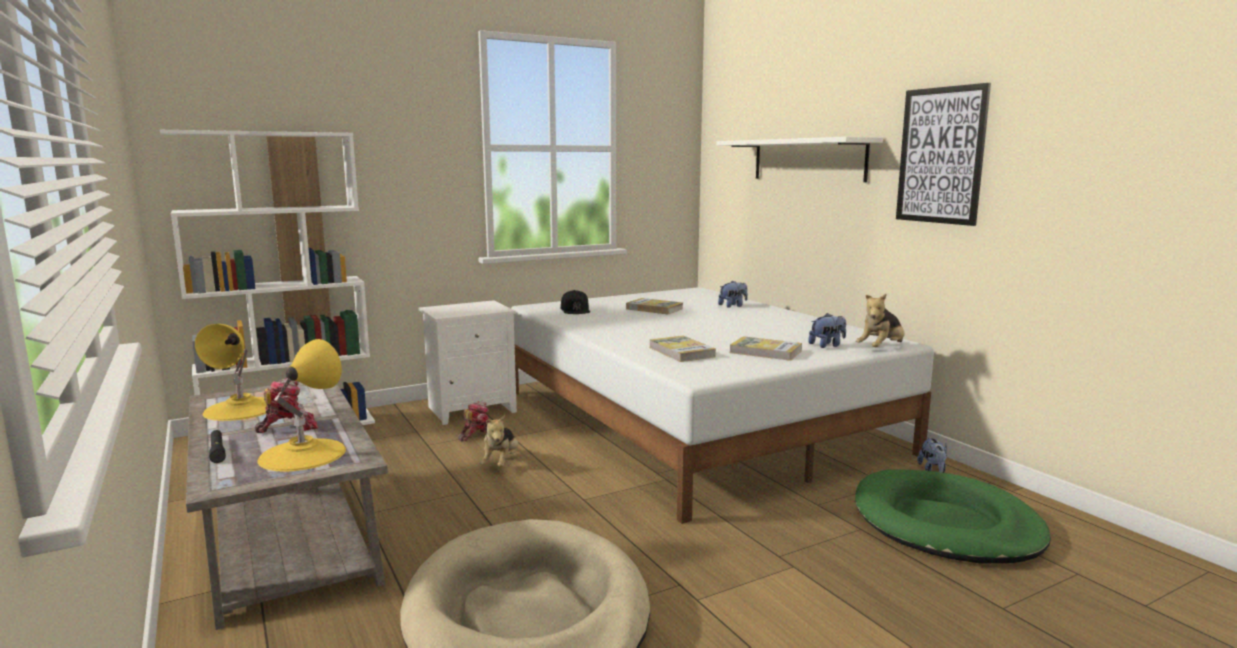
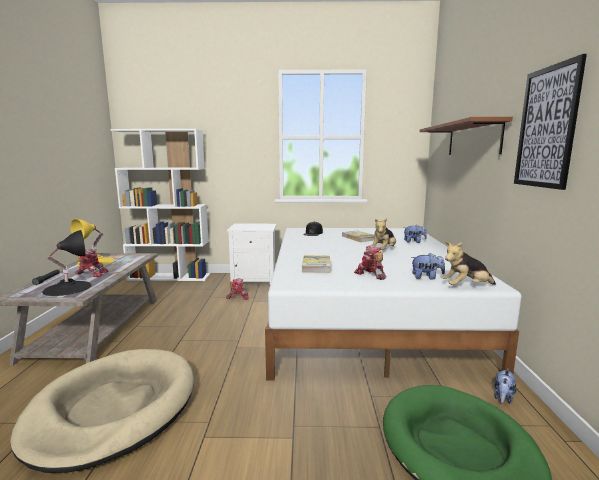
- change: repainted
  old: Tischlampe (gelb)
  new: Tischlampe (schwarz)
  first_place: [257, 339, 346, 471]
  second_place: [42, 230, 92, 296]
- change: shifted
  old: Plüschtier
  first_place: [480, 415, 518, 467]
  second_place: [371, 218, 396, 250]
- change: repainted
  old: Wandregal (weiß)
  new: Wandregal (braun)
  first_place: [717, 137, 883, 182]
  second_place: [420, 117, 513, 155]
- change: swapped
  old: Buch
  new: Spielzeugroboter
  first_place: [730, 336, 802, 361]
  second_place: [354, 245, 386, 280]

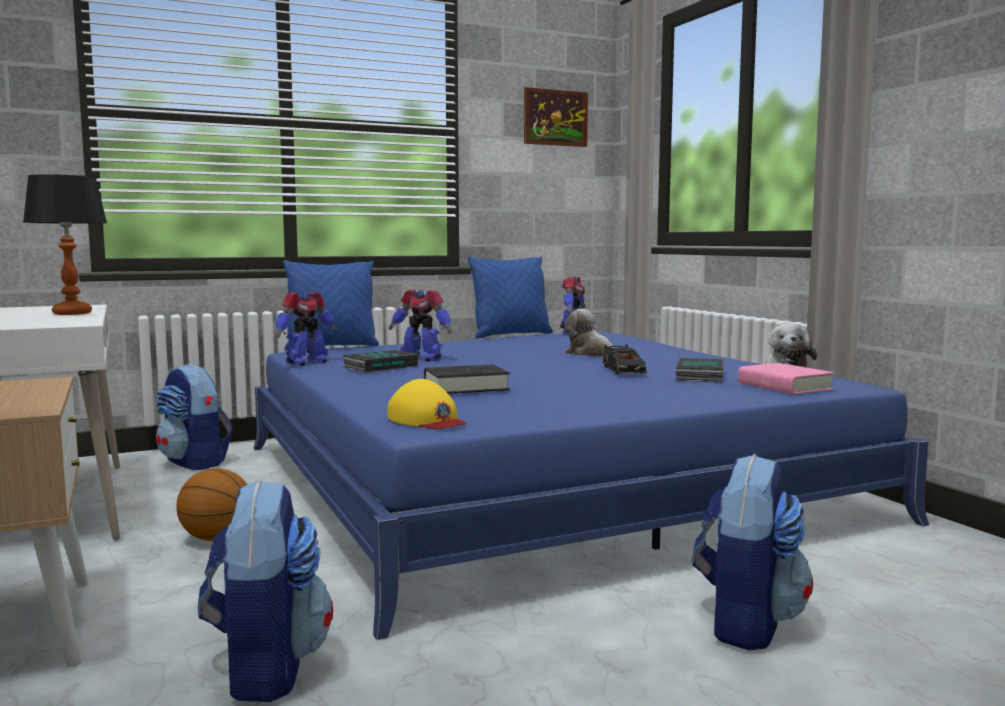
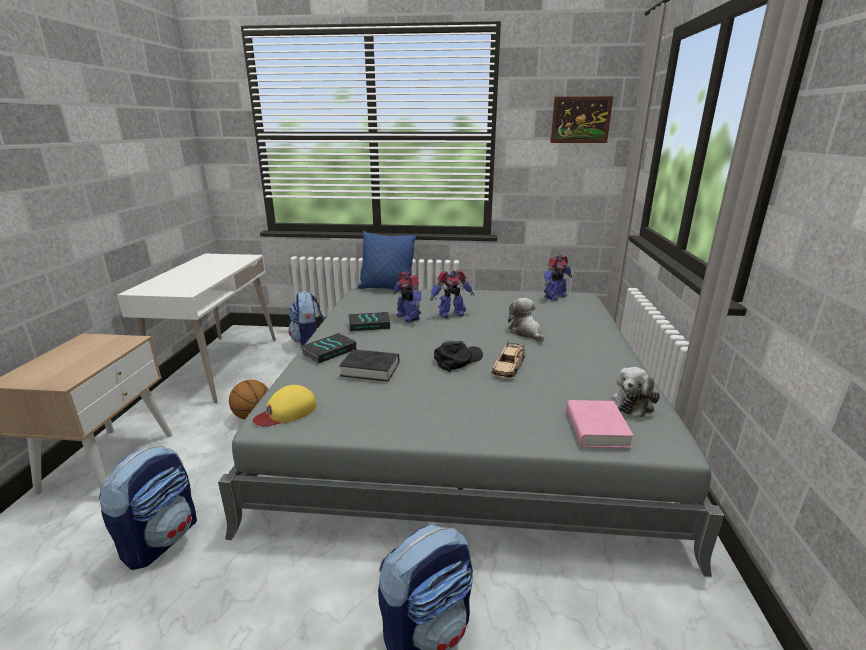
- change: gone
  old: Tischlampe
  first_place: [23, 174, 107, 315]
- change: repainted
  old: Bett (blau)
  new: Bett (grau)
  first_place: [254, 332, 929, 640]
  second_place: [218, 288, 724, 577]
- change: shifted
  old: Spielzeugroboter
  first_place: [275, 291, 338, 366]
  second_place: [430, 270, 474, 318]
- change: rotated
  old: Kappe (gelb)
  first_place: [388, 379, 467, 429]
  second_place: [253, 385, 317, 427]
  degrees: 60
- change: gone
  old: Kissen (blau)
  first_place: [467, 256, 553, 338]
- change: repainted
  old: Spielzeugauto (schwarz)
  new: Spielzeugauto (beige)
  first_place: [602, 344, 647, 374]
  second_place: [491, 340, 525, 379]
- change: shifted
  old: Buch
  first_place: [675, 358, 724, 383]
  second_place: [301, 333, 356, 364]
- change: new
  new: Kappe (schwarz)
  second_place: [434, 340, 483, 372]

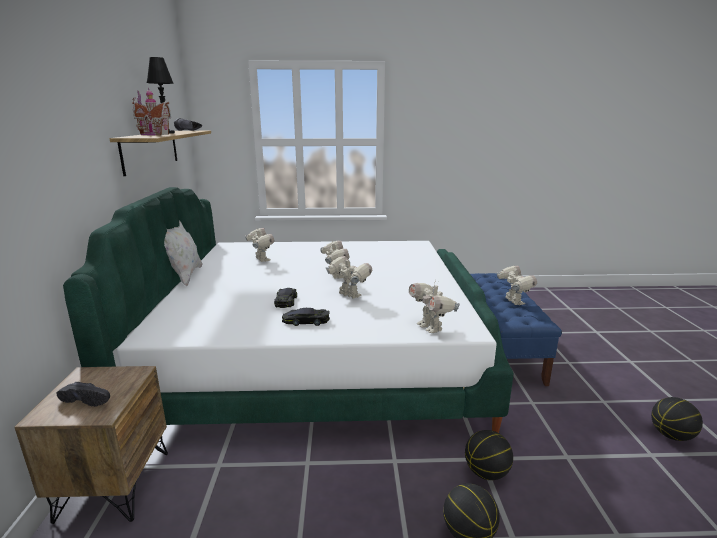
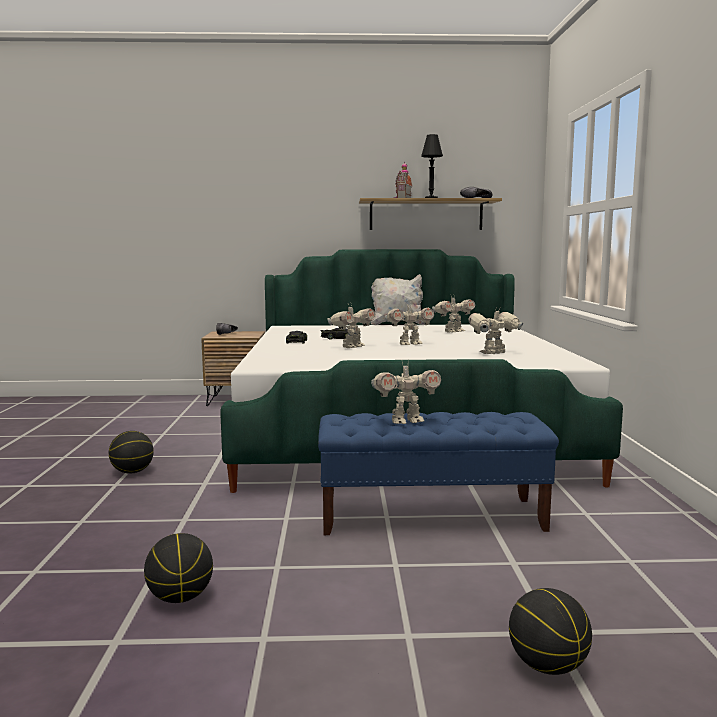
- change: shifted
  old: Spielzeugroboter
  first_place: [409, 280, 460, 333]
  second_place: [468, 306, 523, 354]
- change: shifted
  old: Basketball
  first_place: [465, 430, 513, 480]
  second_place: [509, 588, 592, 675]

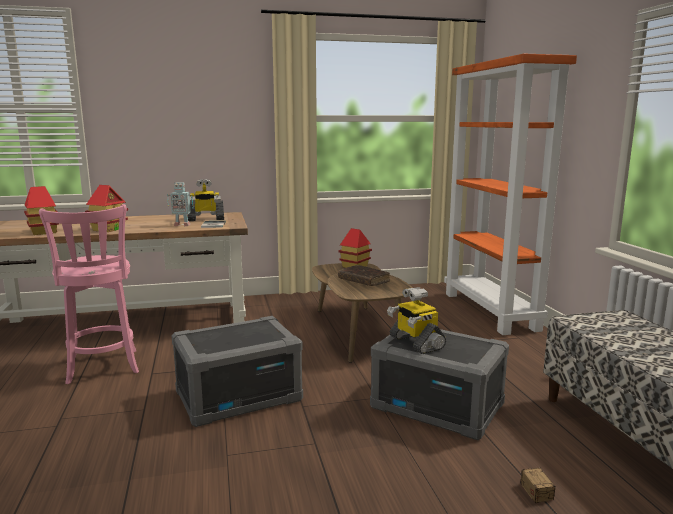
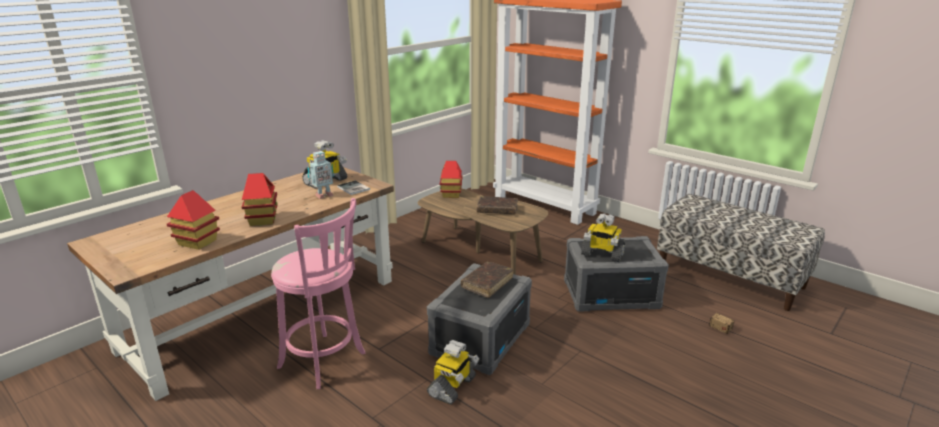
- change: new
  new: Spielzeugroboter
  second_place: [427, 340, 479, 405]
- change: new
  new: Buch (braun)
  second_place: [461, 262, 513, 298]

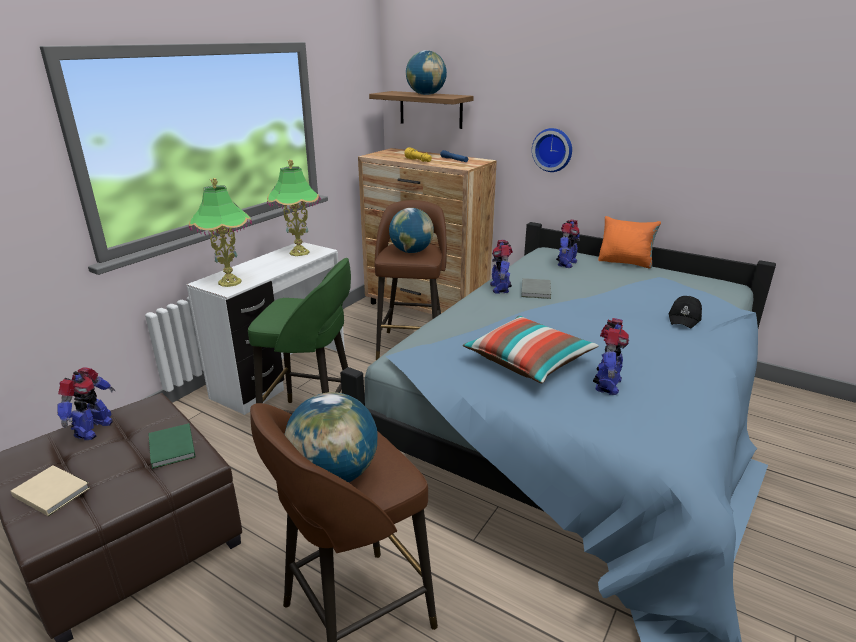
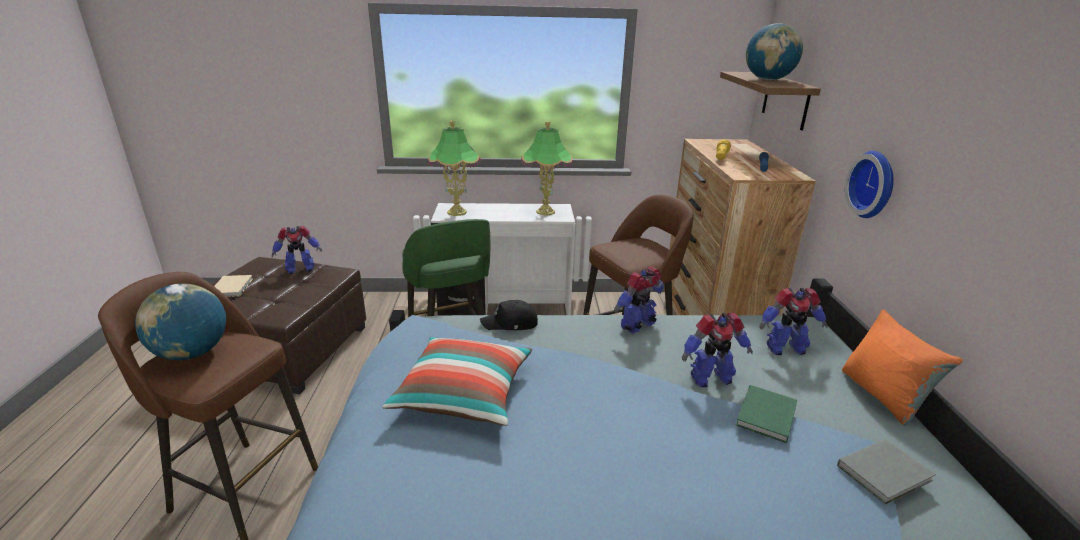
- change: shifted
  old: Buch (grün)
  first_place: [148, 423, 195, 469]
  second_place: [736, 385, 797, 443]
- change: gone
  old: Globus
  first_place: [389, 208, 434, 253]
- change: shifted
  old: Buch (grau)
  first_place: [521, 278, 551, 299]
  second_place: [837, 439, 936, 505]
- change: shifted
  old: Spielzeugroboter
  first_place: [593, 318, 629, 395]
  second_place: [682, 313, 753, 387]
- change: shifted
  old: Kappe (schwarz)
  first_place: [669, 296, 702, 329]
  second_place: [480, 300, 538, 330]

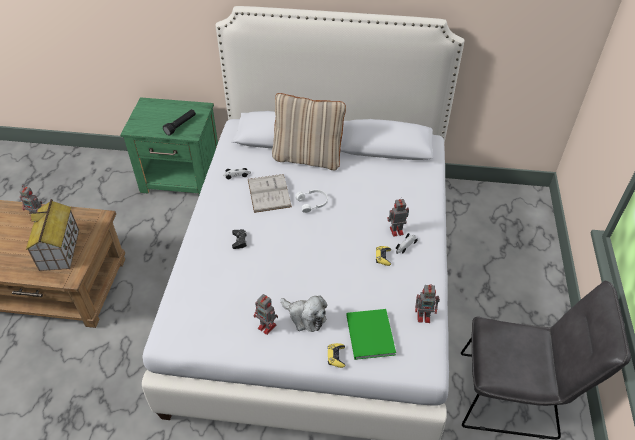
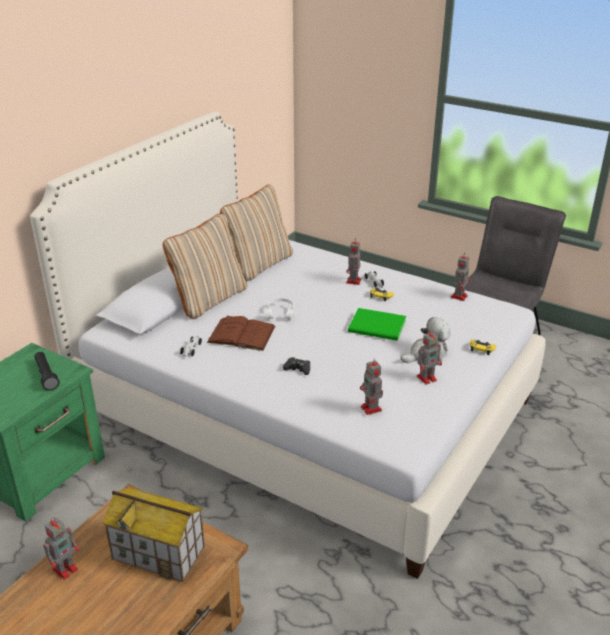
- change: repainted
  old: Buch (weiß)
  new: Buch (braun)
  first_place: [248, 174, 292, 213]
  second_place: [207, 316, 275, 351]
- change: shifted
  old: Buch (grün)
  first_place: [346, 309, 396, 360]
  second_place: [348, 308, 406, 341]
- change: new
  new: Kissen (beige)
  second_place: [220, 184, 293, 282]
- change: new
  new: Spielzeugroboter
  second_place: [360, 358, 383, 415]

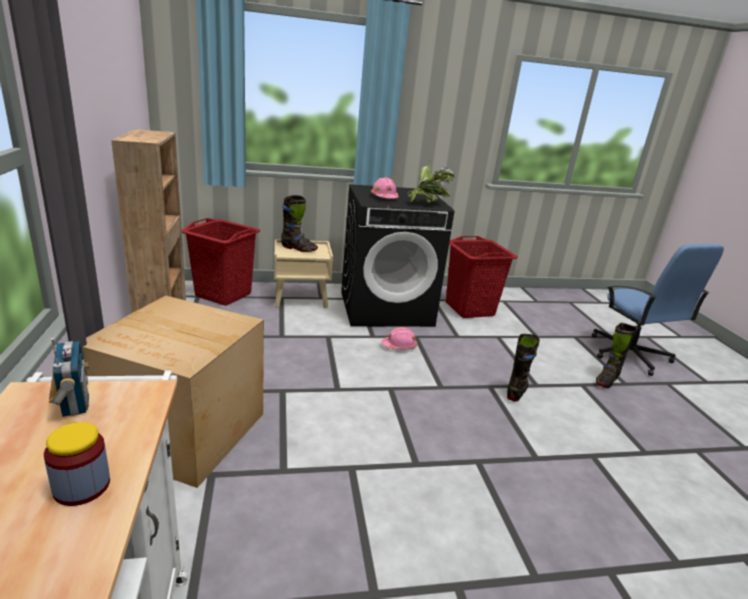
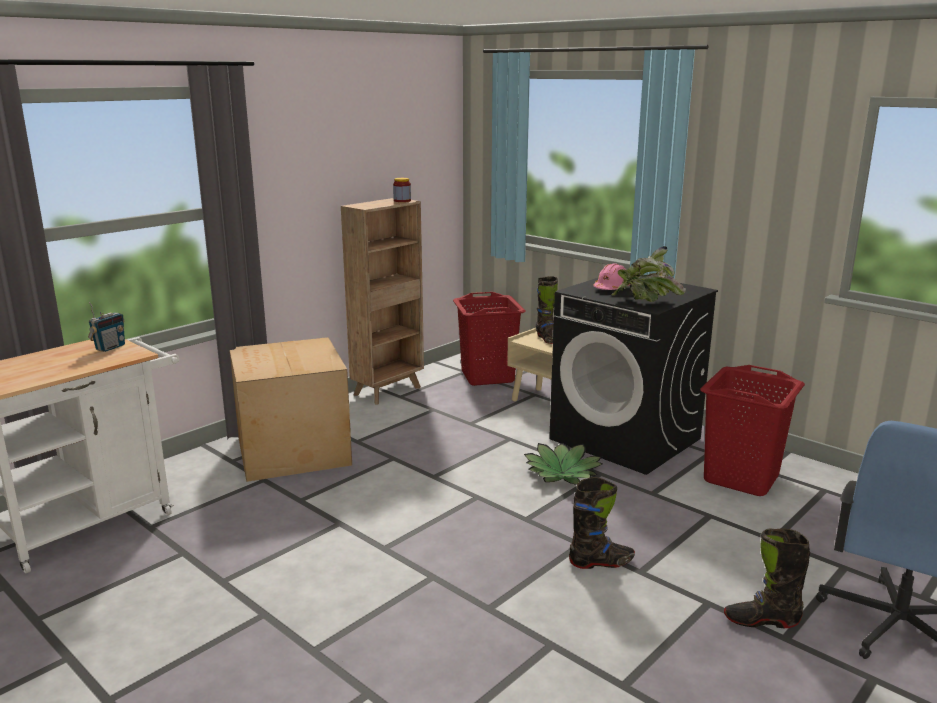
- change: shifted
  old: Vorratsglas
  first_place: [44, 422, 110, 506]
  second_place: [393, 178, 411, 202]
- change: swapped
  old: Schutzhelm (rosa)
  new: Topfpflanze
  first_place: [382, 327, 417, 350]
  second_place: [524, 443, 603, 485]

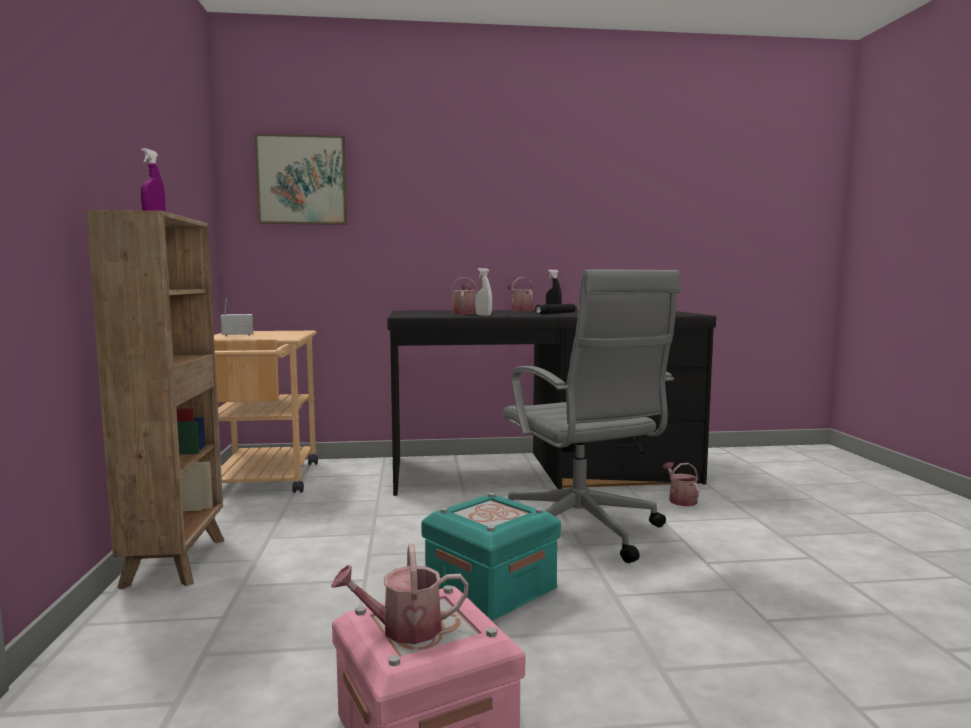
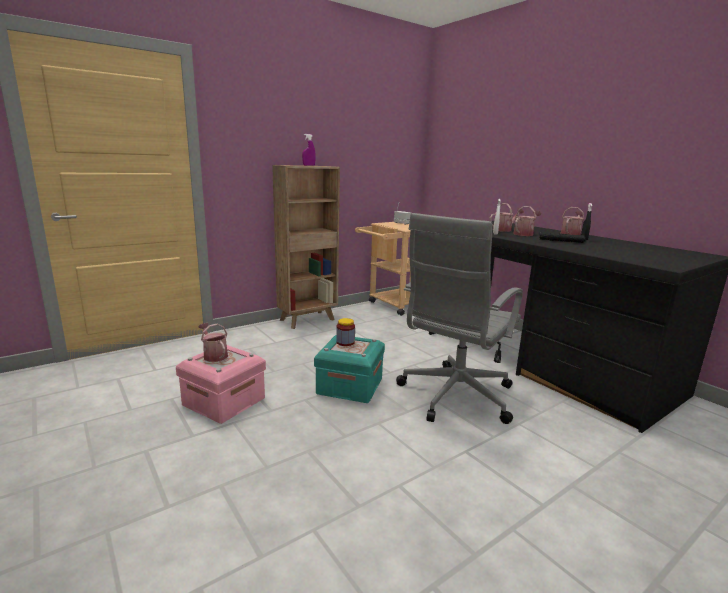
- change: gone
  old: Bild
  first_place: [254, 134, 347, 225]
- change: shifted
  old: Gießkanne
  first_place: [663, 462, 699, 506]
  second_place: [513, 206, 541, 236]
- change: new
  new: Vorratsglas
  second_place: [336, 318, 355, 346]

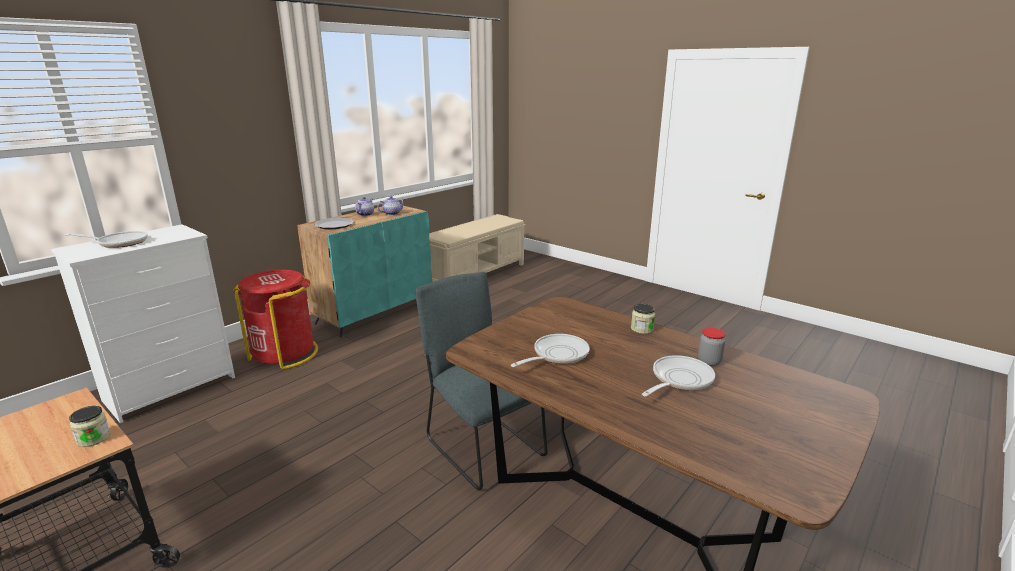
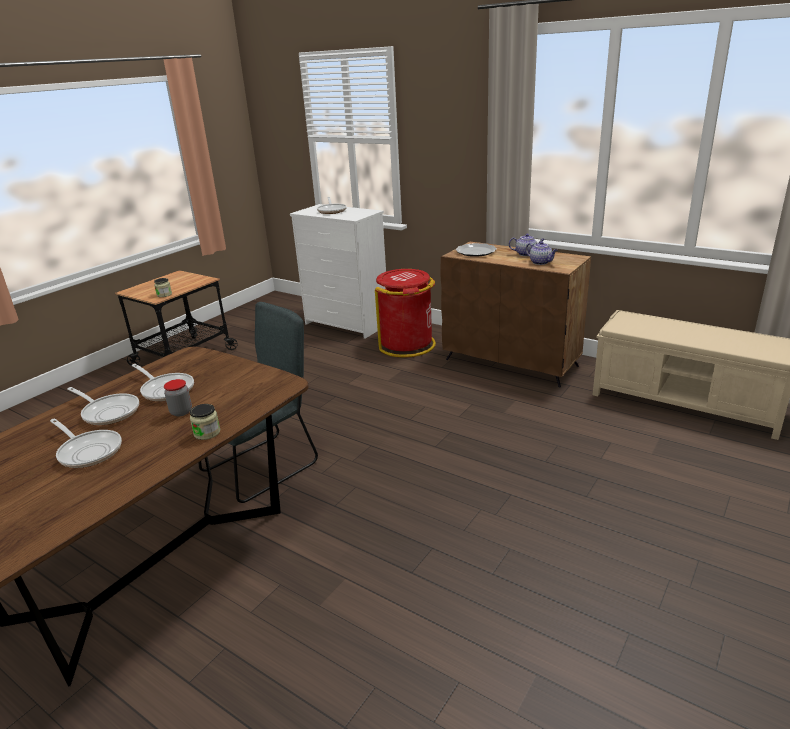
- change: repainted
  old: Schrank (türkis)
  new: Schrank (braun)
  first_place: [297, 206, 432, 338]
  second_place: [440, 241, 591, 387]
- change: shifted
  old: Vorratsglas
  first_place: [698, 328, 726, 366]
  second_place: [164, 379, 192, 416]
- change: new
  new: Pfanne
  second_place: [67, 387, 139, 425]

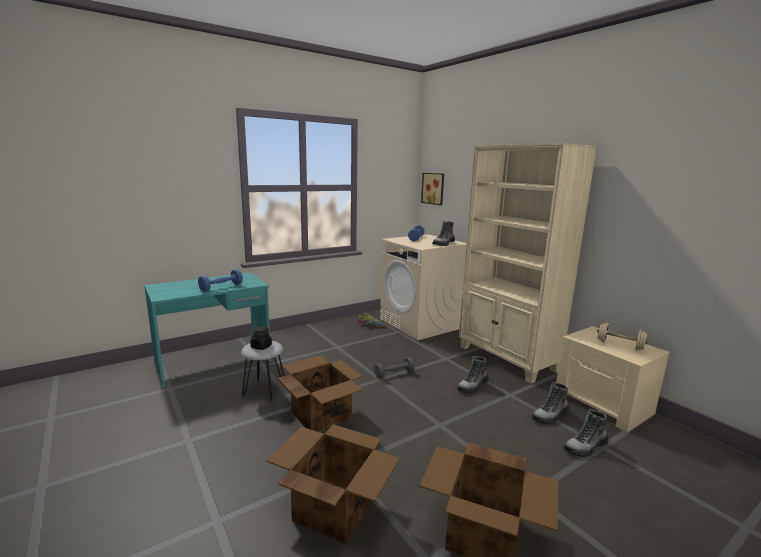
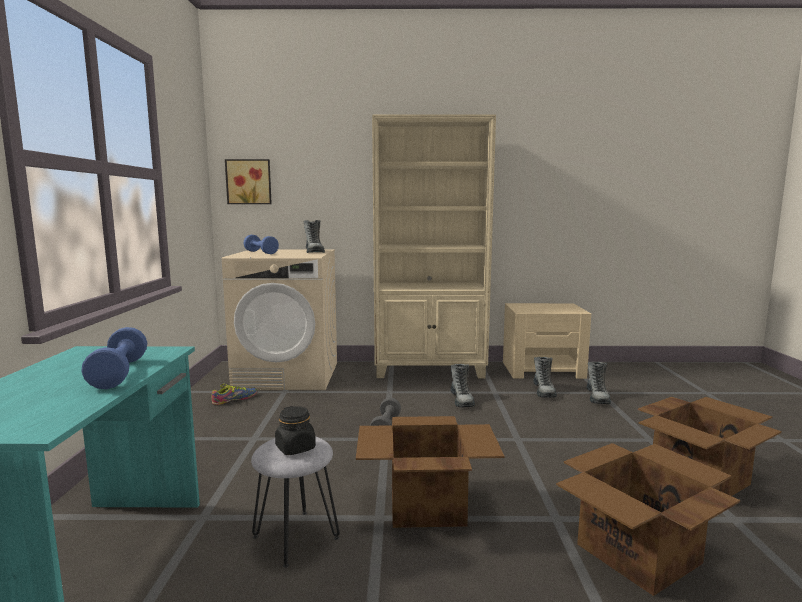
- change: gone
  old: Hantel (beige)
  first_place: [597, 323, 648, 351]

